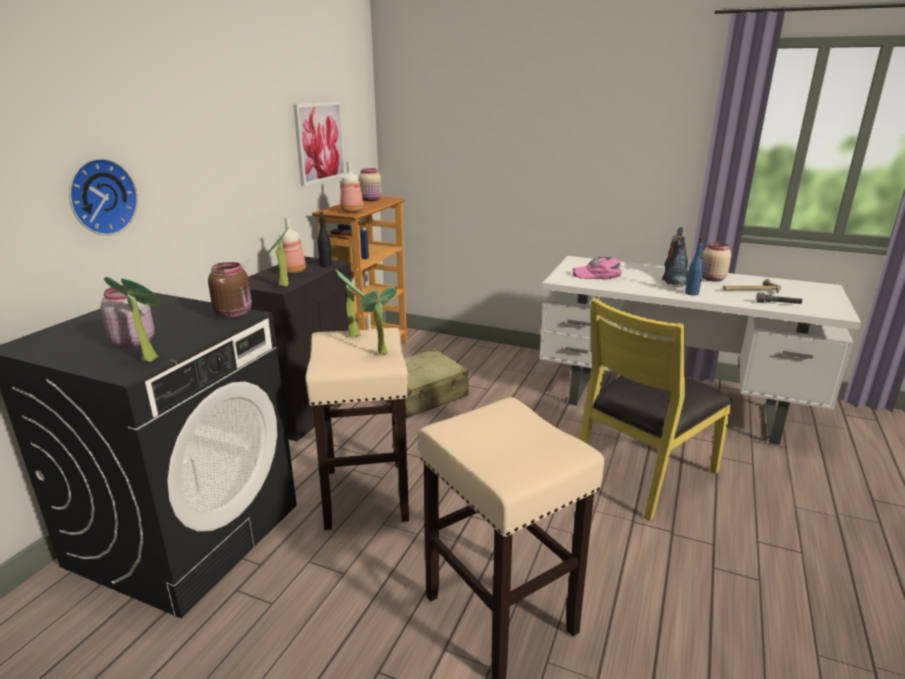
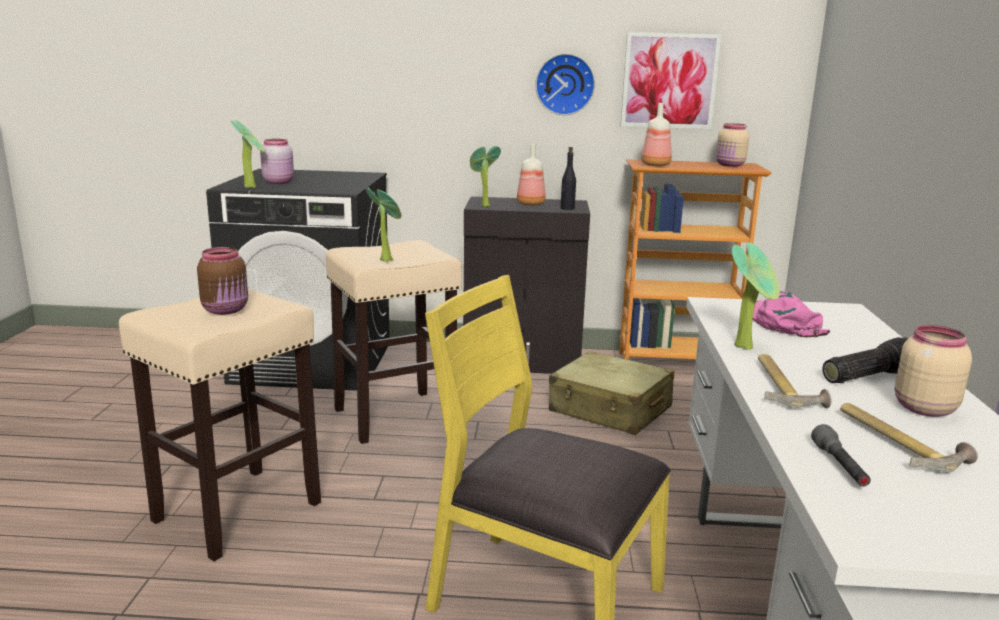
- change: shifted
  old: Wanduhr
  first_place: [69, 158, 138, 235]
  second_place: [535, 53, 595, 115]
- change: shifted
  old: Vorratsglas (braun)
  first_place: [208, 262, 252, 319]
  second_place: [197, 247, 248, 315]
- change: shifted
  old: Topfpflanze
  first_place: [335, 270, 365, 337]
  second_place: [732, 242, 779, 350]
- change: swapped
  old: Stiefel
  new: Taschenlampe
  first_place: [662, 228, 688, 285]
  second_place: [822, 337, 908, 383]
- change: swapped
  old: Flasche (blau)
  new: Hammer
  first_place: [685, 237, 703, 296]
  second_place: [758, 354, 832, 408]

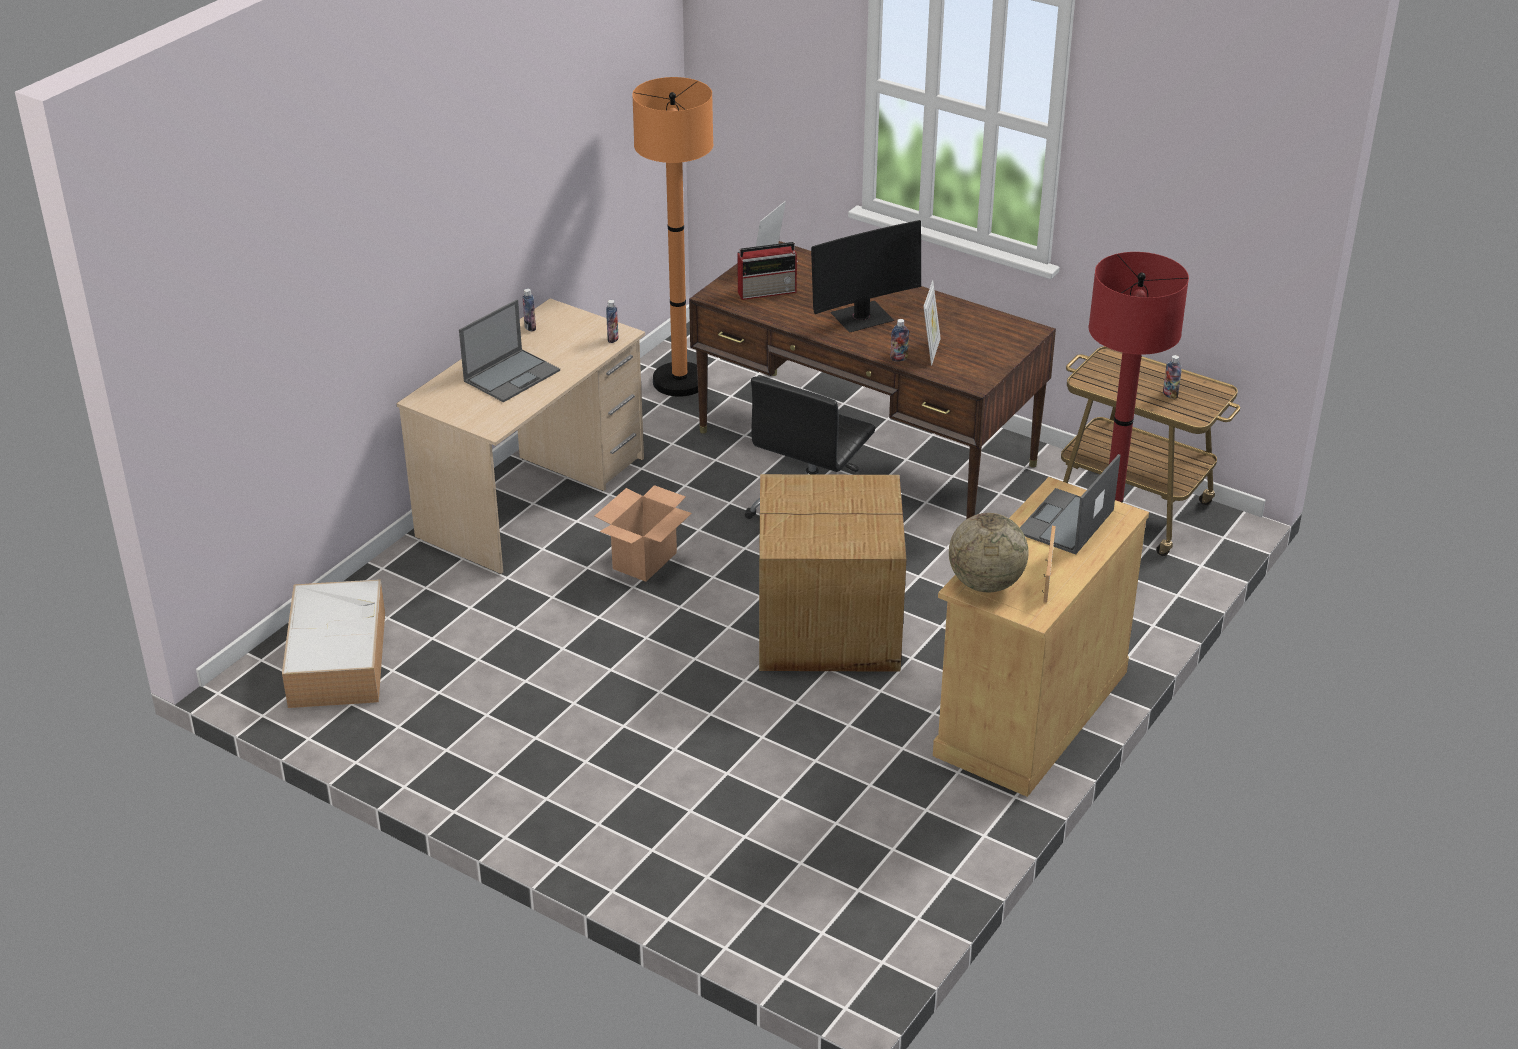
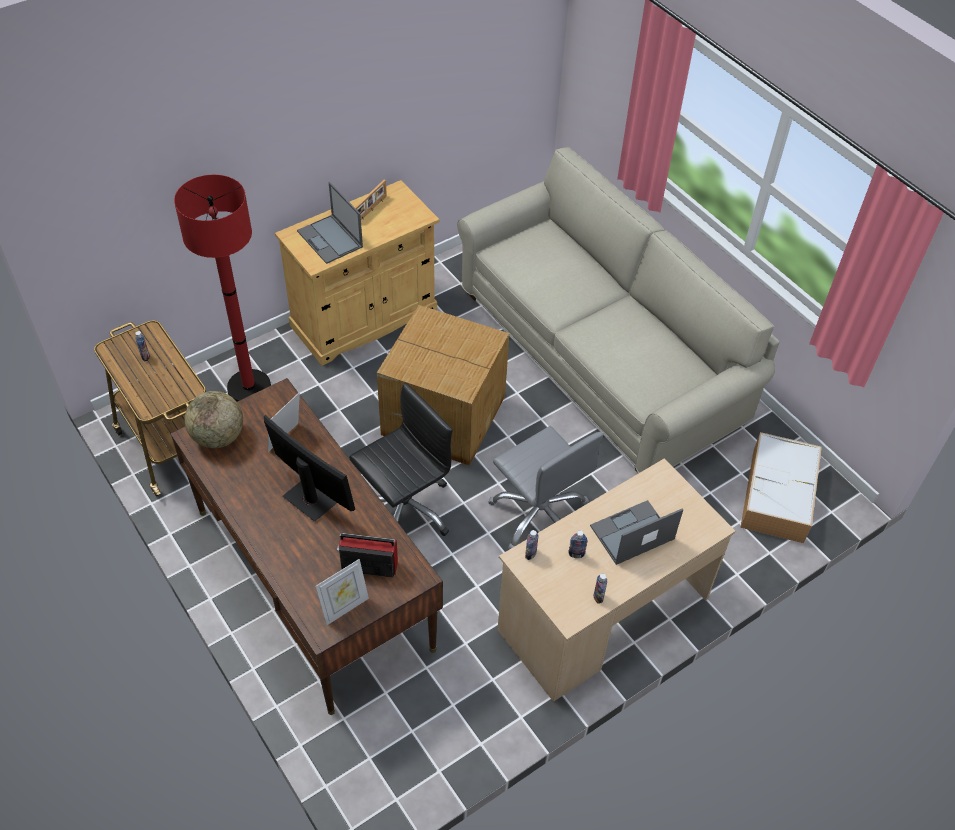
- change: swapped
  old: Karton
  new: Bürostuhl (grau)
  first_place: [594, 485, 692, 582]
  second_place: [488, 426, 603, 549]
- change: gone
  old: Stehlampe (orange)
  first_place: [632, 77, 713, 397]
- change: rotated
  old: Monitor
  first_place: [811, 220, 921, 333]
  second_place: [264, 415, 355, 522]
  degrees: 45
- change: shifted
  old: Flasche
  first_place: [890, 319, 909, 362]
  second_place: [568, 530, 588, 558]
- change: shifted
  old: Globus
  first_place: [949, 513, 1028, 592]
  second_place: [185, 391, 243, 448]
- change: rotated
  old: Laptop
  first_place: [1020, 454, 1120, 554]
  second_place: [297, 182, 363, 264]
  degrees: 90
- change: new
  new: Sofa (beige)
  second_place: [457, 147, 780, 474]

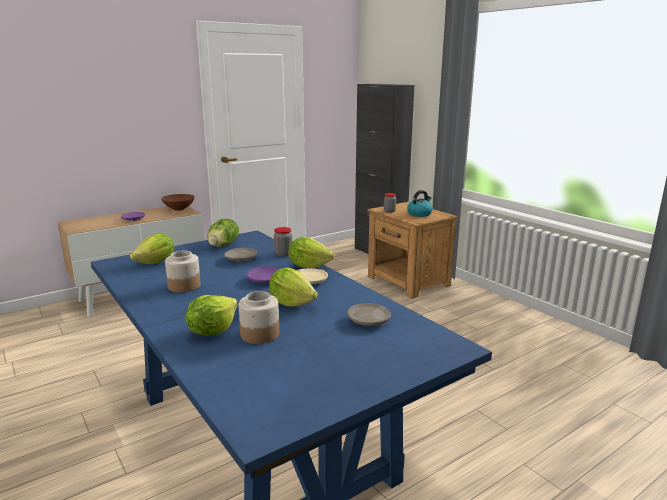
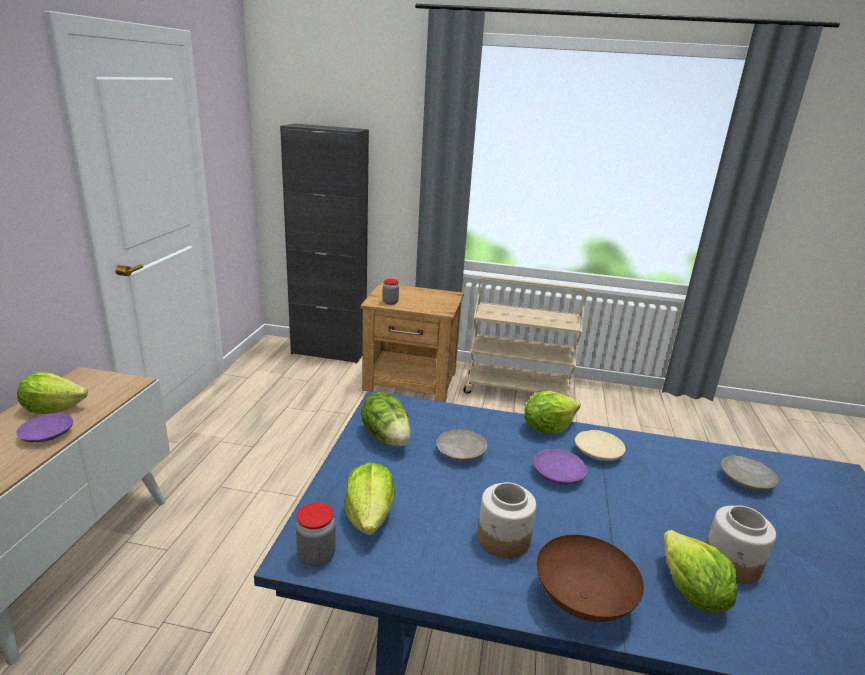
- change: shifted
  old: Schüssel (braun)
  first_place: [161, 194, 195, 211]
  second_place: [537, 535, 644, 622]
- change: shifted
  old: Salatkopf
  first_place: [269, 268, 318, 307]
  second_place: [17, 372, 88, 414]
- change: shifted
  old: Vorratsglas
  first_place: [274, 227, 292, 257]
  second_place: [296, 502, 336, 567]
- change: gone
  old: Wasserkessel
  first_place: [407, 190, 433, 217]
- change: new
  new: Rollwagen (beige)
  second_place: [463, 276, 587, 397]

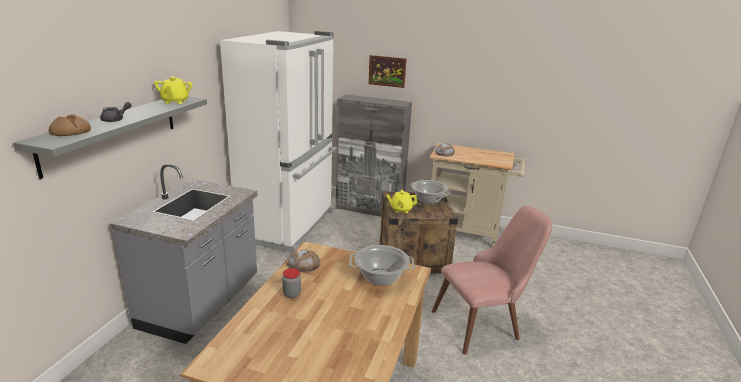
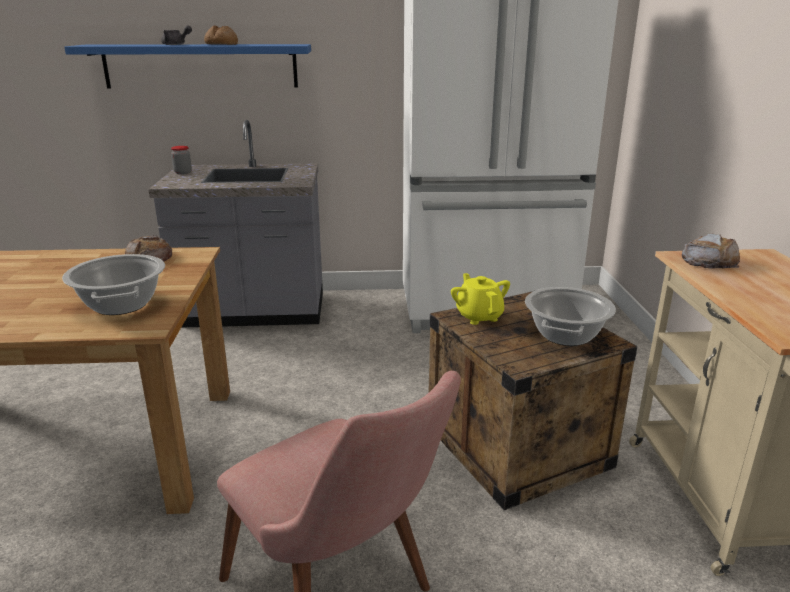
- change: repainted
  old: Wandregal (grau)
  new: Wandregal (blau)
  first_place: [13, 97, 207, 179]
  second_place: [64, 44, 311, 89]
- change: shifted
  old: Brot
  first_place: [49, 114, 91, 136]
  second_place: [204, 26, 238, 45]
- change: gone
  old: Teekanne (gelb)
  first_place: [154, 77, 192, 104]
- change: shifted
  old: Vorratsglas
  first_place: [282, 268, 301, 298]
  second_place: [171, 146, 192, 174]
- change: gone
  old: Schrank (grau)
  first_place: [336, 94, 412, 217]
- change: gone
  old: Bild
  first_place: [368, 55, 406, 88]

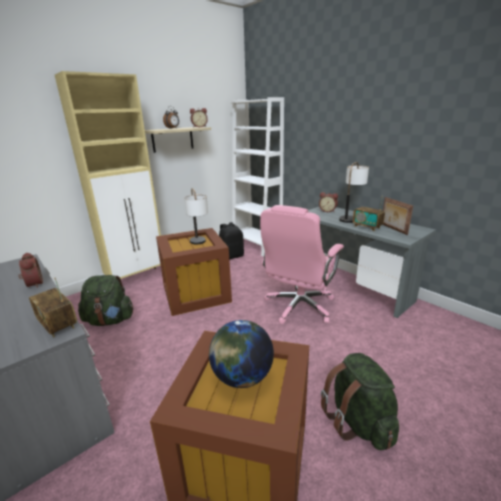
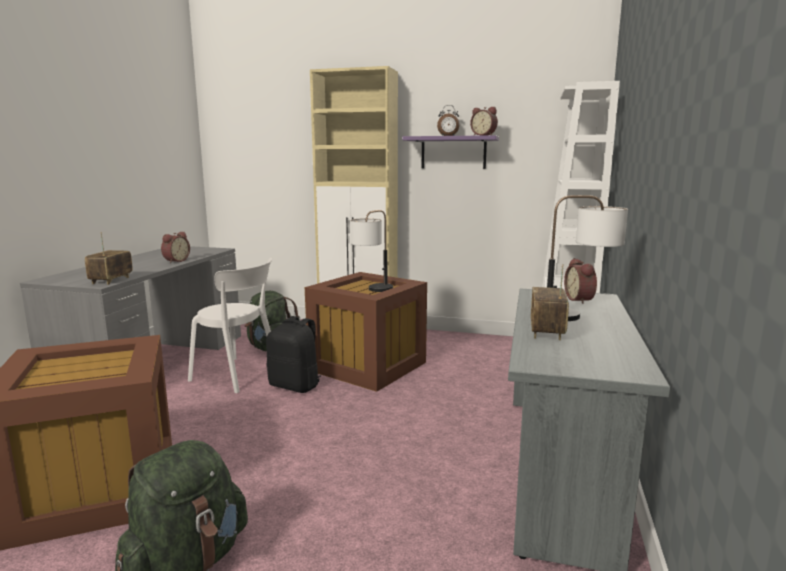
- change: repainted
  old: Wandregal (beige)
  new: Wandregal (lila)
  first_place: [145, 127, 211, 153]
  second_place: [402, 135, 499, 169]
- change: gone
  old: Globus
  first_place: [209, 320, 274, 388]
- change: shifted
  old: Rucksack (schwarz)
  first_place: [219, 222, 244, 260]
  second_place: [266, 316, 321, 393]
- change: gone
  old: Bürostuhl (rosa)
  first_place: [260, 205, 344, 324]
- change: gone
  old: Bilderrahmen
  first_place: [383, 197, 413, 235]
- change: new
  new: Stuhl (weiß)
  second_place: [188, 258, 272, 393]

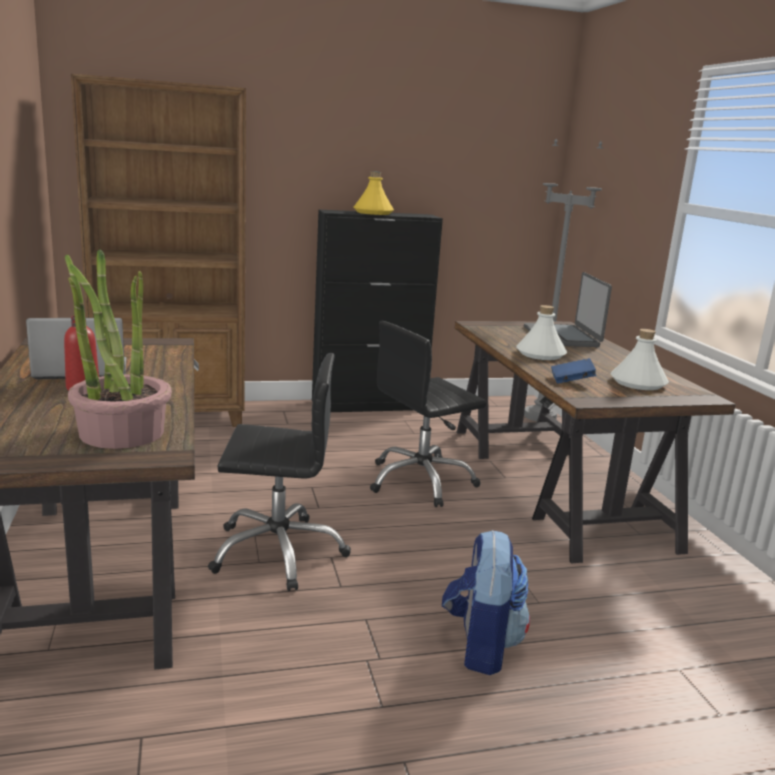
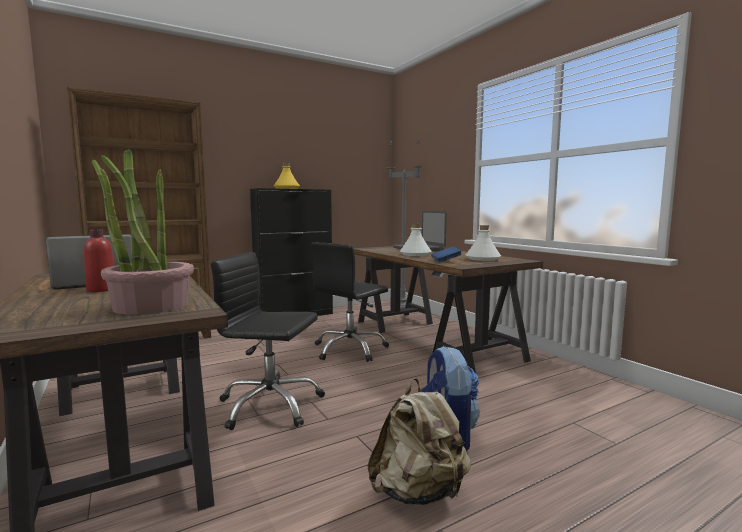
- change: rotated
  old: Bürostuhl (schwarz)
  first_place: [208, 353, 351, 591]
  second_place: [210, 252, 325, 430]
  degrees: -150
- change: new
  new: Rucksack (beige)
  second_place: [367, 378, 471, 505]

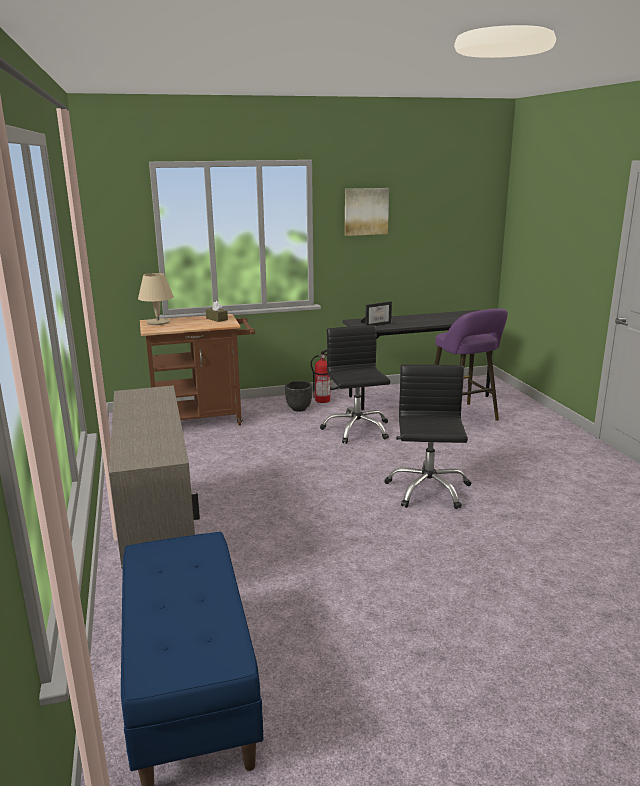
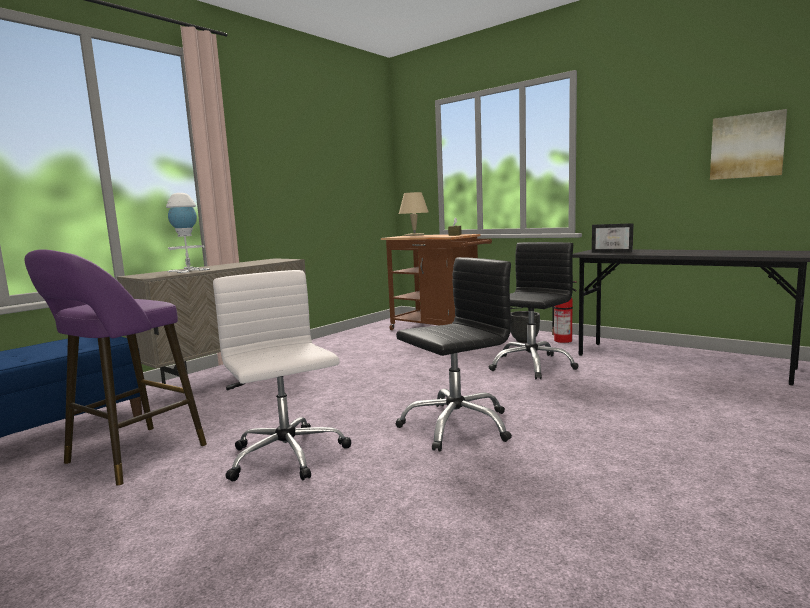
- change: shifted
  old: Bild
  first_place: [345, 188, 389, 236]
  second_place: [710, 109, 787, 180]
- change: shifted
  old: Hocker (lila)
  first_place: [434, 308, 508, 421]
  second_place: [24, 249, 207, 485]
- change: new
  new: Tischlampe (weiß)
  second_place: [166, 193, 210, 273]
- change: new
  new: Bürostuhl (weiß)
  second_place: [213, 270, 351, 481]

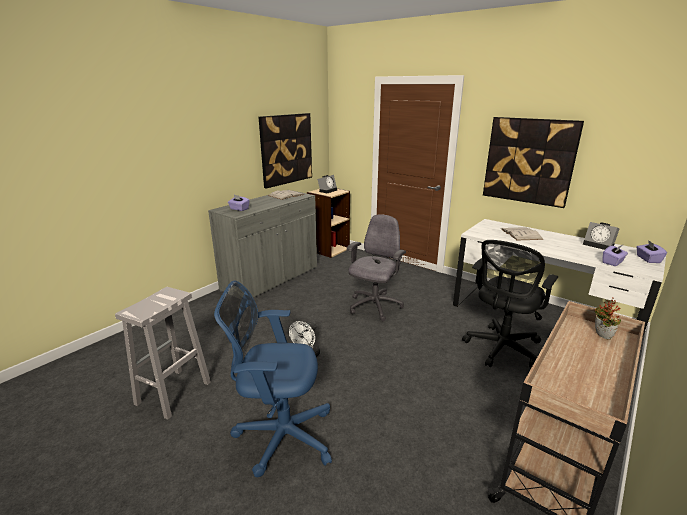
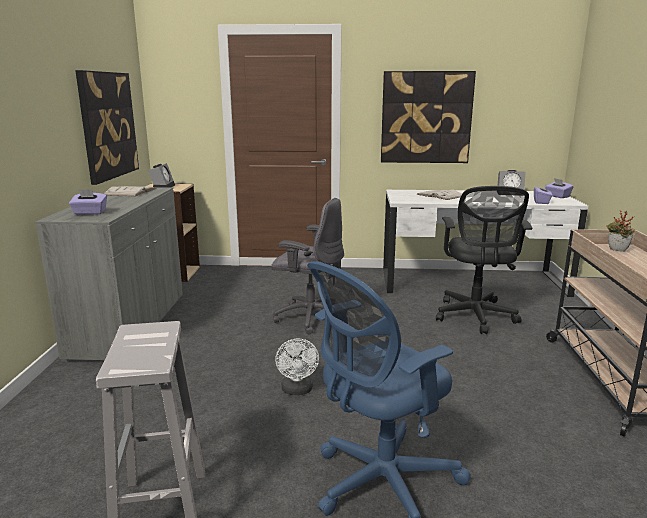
- change: rotated
  old: Bürostuhl (grau)
  first_place: [347, 214, 406, 321]
  second_place: [271, 198, 344, 334]
  degrees: 120

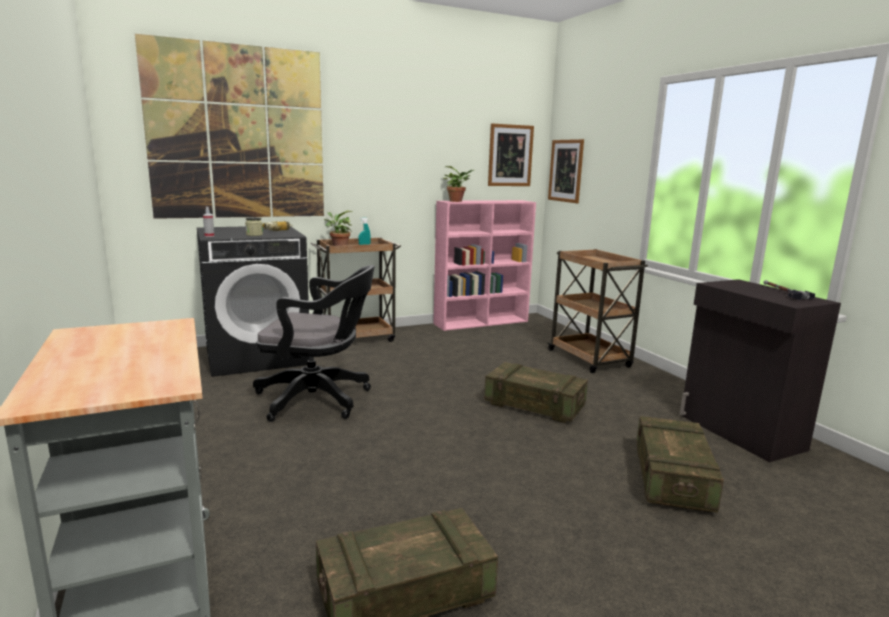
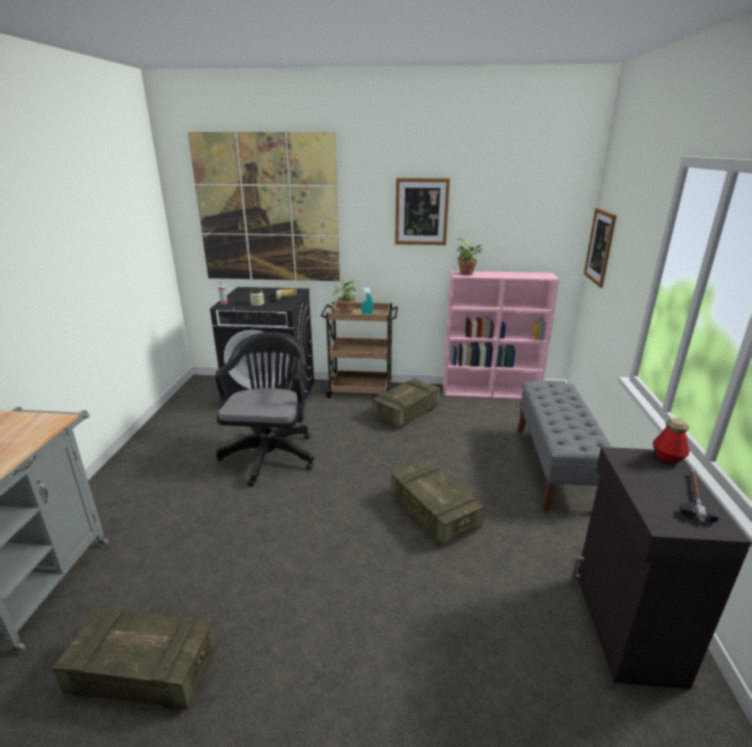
- change: rotated
  old: Bürostuhl (schwarz)
  first_place: [253, 265, 375, 422]
  second_place: [215, 332, 314, 487]
  degrees: -120
- change: shifted
  old: Bild
  first_place: [488, 123, 534, 186]
  second_place: [395, 178, 450, 245]
- change: swapped
  old: Rollwagen (braun)
  new: Bank (grau)
  first_place: [548, 249, 648, 373]
  second_place: [518, 381, 611, 511]
- change: shifted
  old: Kiste
  first_place: [637, 416, 724, 513]
  second_place: [373, 378, 441, 428]
- change: new
  new: Flasche
  second_place: [652, 418, 690, 464]

